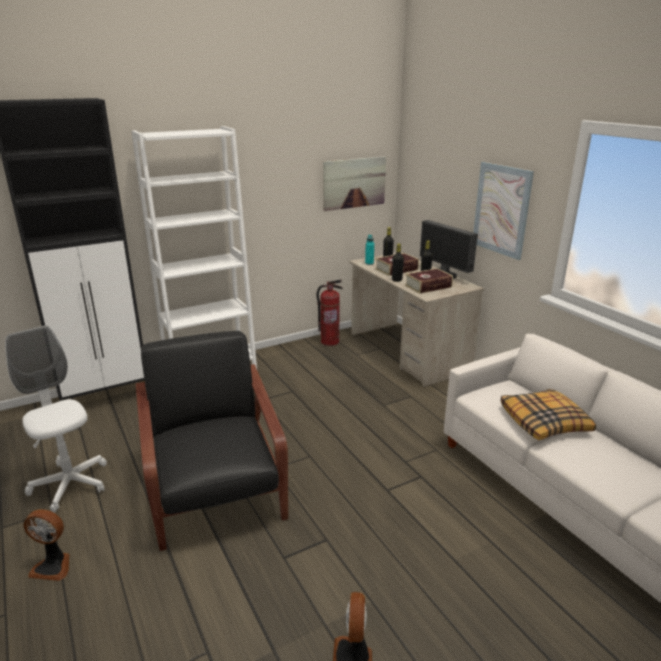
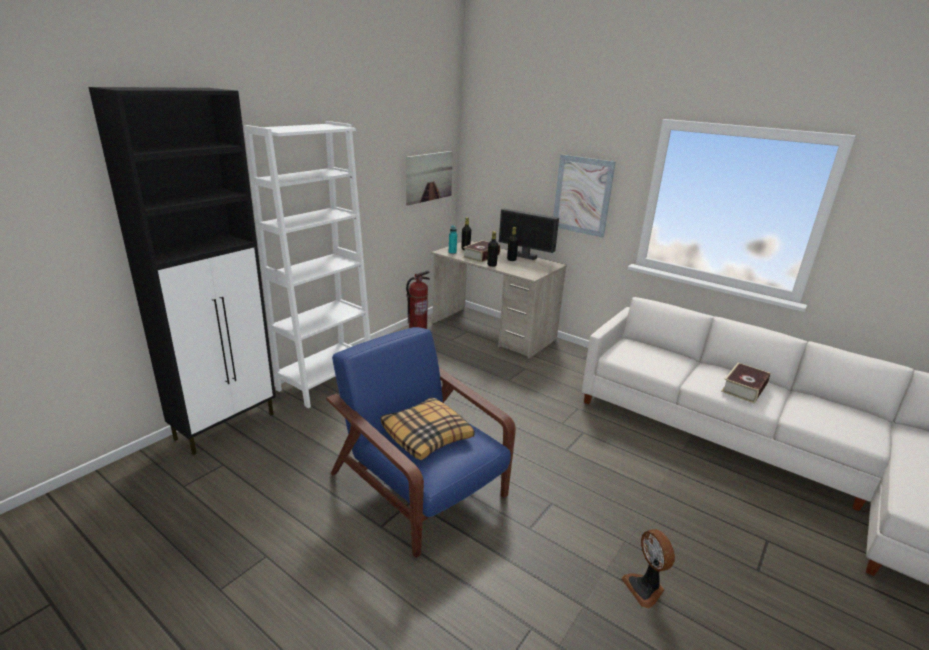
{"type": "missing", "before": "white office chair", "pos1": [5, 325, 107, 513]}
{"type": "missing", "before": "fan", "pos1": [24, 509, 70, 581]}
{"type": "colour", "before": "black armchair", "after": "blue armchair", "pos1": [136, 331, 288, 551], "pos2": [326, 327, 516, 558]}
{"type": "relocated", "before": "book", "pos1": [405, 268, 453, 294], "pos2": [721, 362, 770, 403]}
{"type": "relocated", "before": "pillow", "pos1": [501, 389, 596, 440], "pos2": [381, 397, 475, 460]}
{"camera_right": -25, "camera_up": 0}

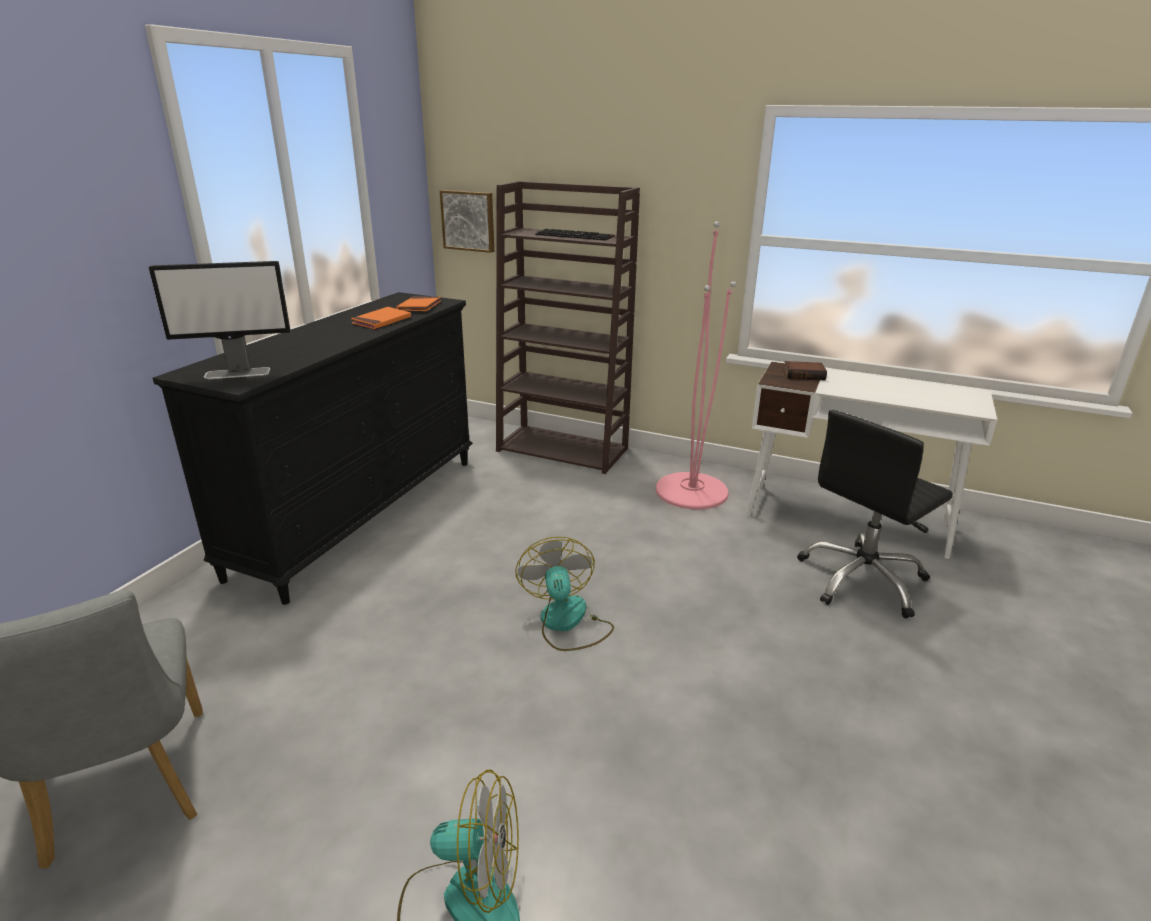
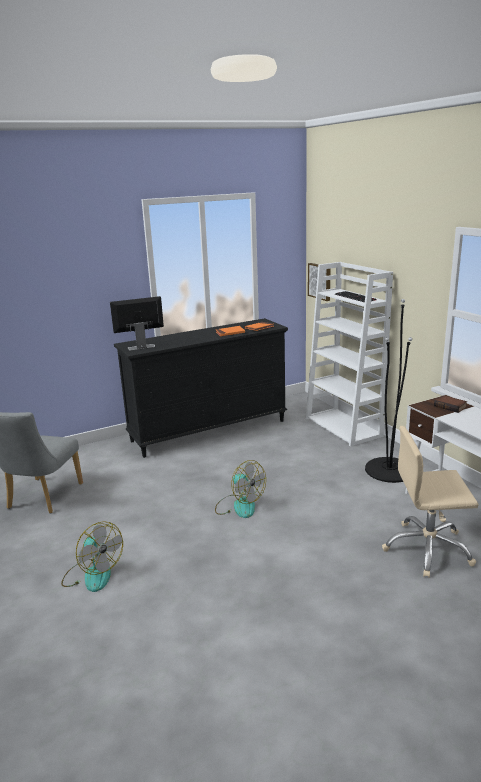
{"type": "spun", "before": "monitor", "pos1": [149, 261, 290, 379], "pos2": [110, 296, 164, 350], "turn": 135}
{"type": "colour", "before": "brown bookcase", "after": "white bookcase", "pos1": [496, 181, 640, 474], "pos2": [306, 262, 393, 447]}
{"type": "spun", "before": "fan", "pos1": [515, 536, 614, 651], "pos2": [215, 460, 266, 518], "turn": 105}
{"type": "colour", "before": "pink floor lamp", "after": "black floor lamp", "pos1": [656, 221, 736, 509], "pos2": [365, 299, 412, 483]}
{"type": "colour", "before": "black office chair", "after": "beige office chair", "pos1": [797, 410, 953, 619], "pos2": [382, 426, 478, 578]}
{"camera_right": 40, "camera_up": -5}

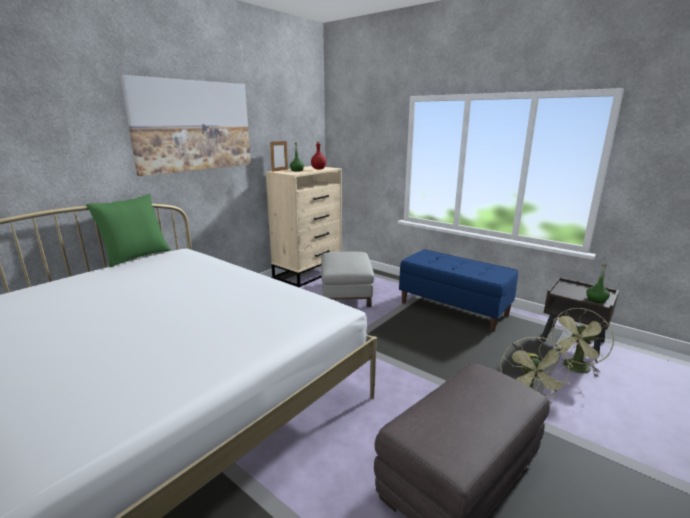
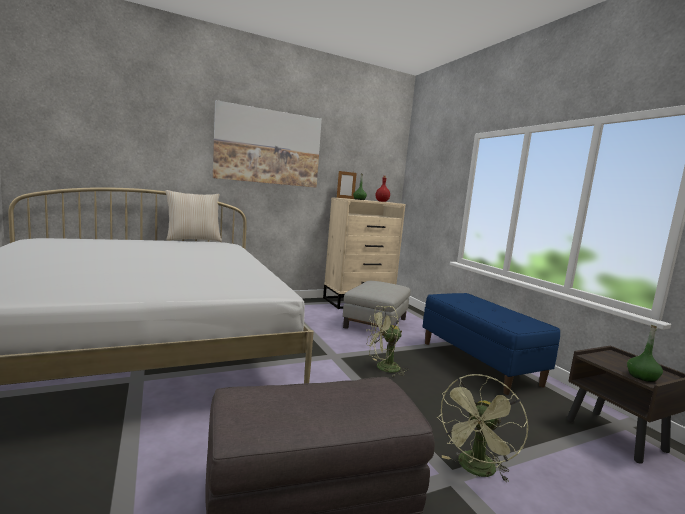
{"type": "colour", "before": "green pillow", "after": "beige pillow", "pos1": [86, 194, 171, 267], "pos2": [166, 190, 222, 242]}
{"type": "relocated", "before": "green fan", "pos1": [549, 308, 614, 377], "pos2": [366, 306, 409, 377]}
{"camera_right": 25, "camera_up": -10}

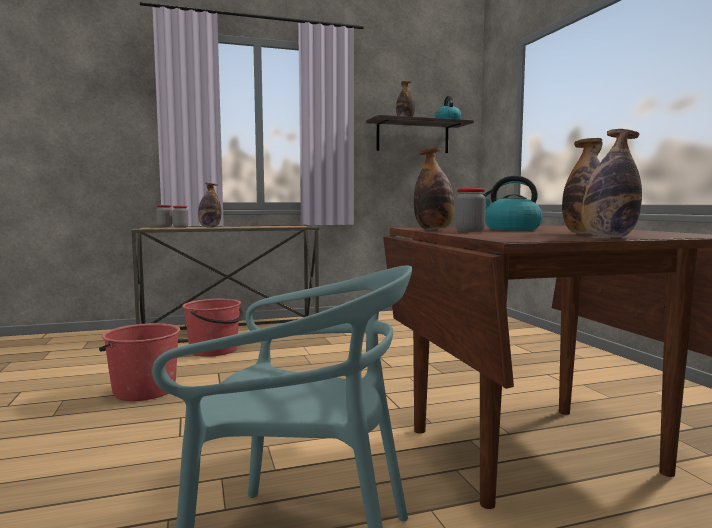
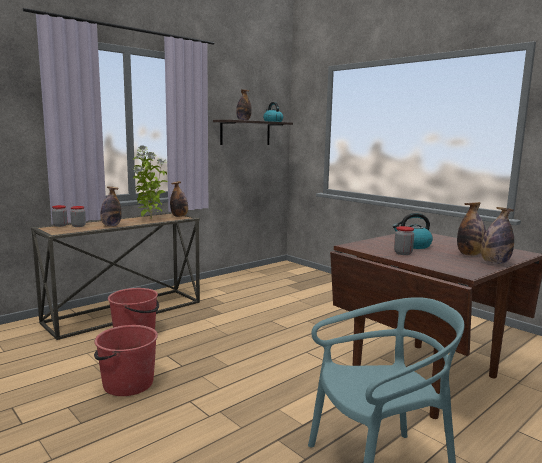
{"type": "relocated", "before": "bottle", "pos1": [414, 148, 455, 230], "pos2": [170, 181, 188, 217]}
{"type": "appeared", "after": "potted plant", "pos2": [133, 146, 167, 219]}
{"camera_right": -25, "camera_up": 5}

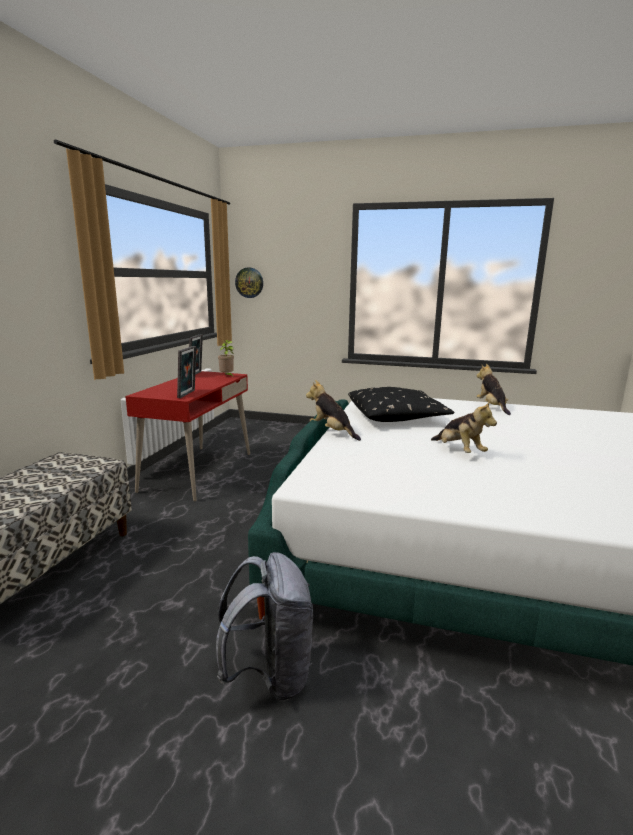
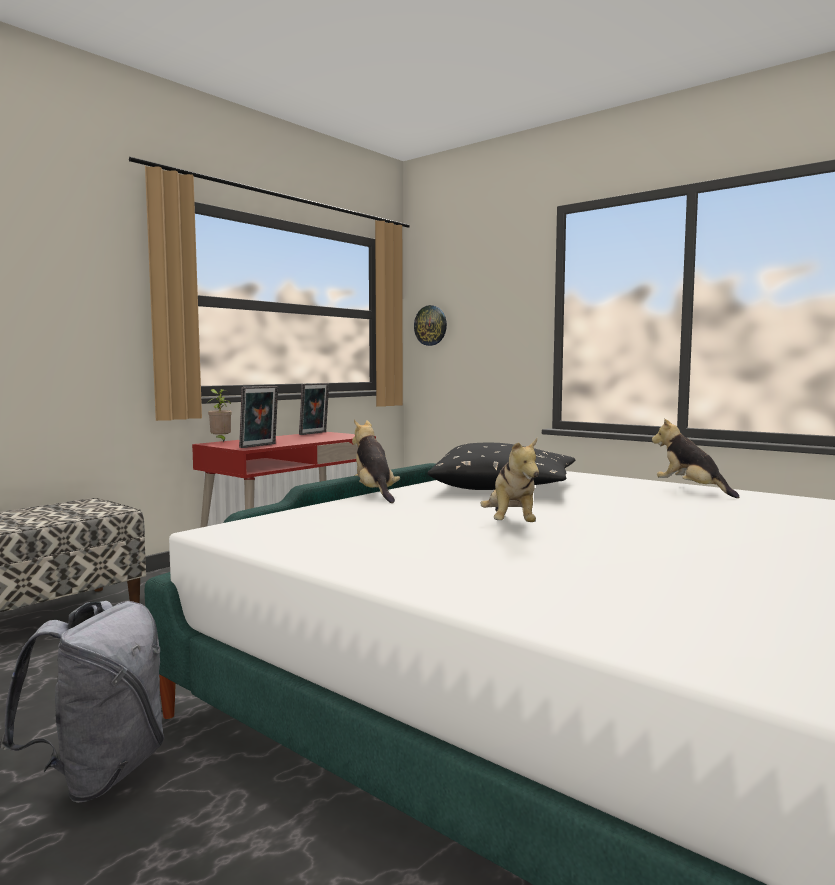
{"type": "relocated", "before": "potted plant", "pos1": [218, 340, 234, 376], "pos2": [208, 389, 232, 442]}
{"type": "spun", "before": "plush toy", "pos1": [477, 364, 511, 415], "pos2": [652, 419, 739, 498], "turn": -45}
{"camera_right": 25, "camera_up": -10}

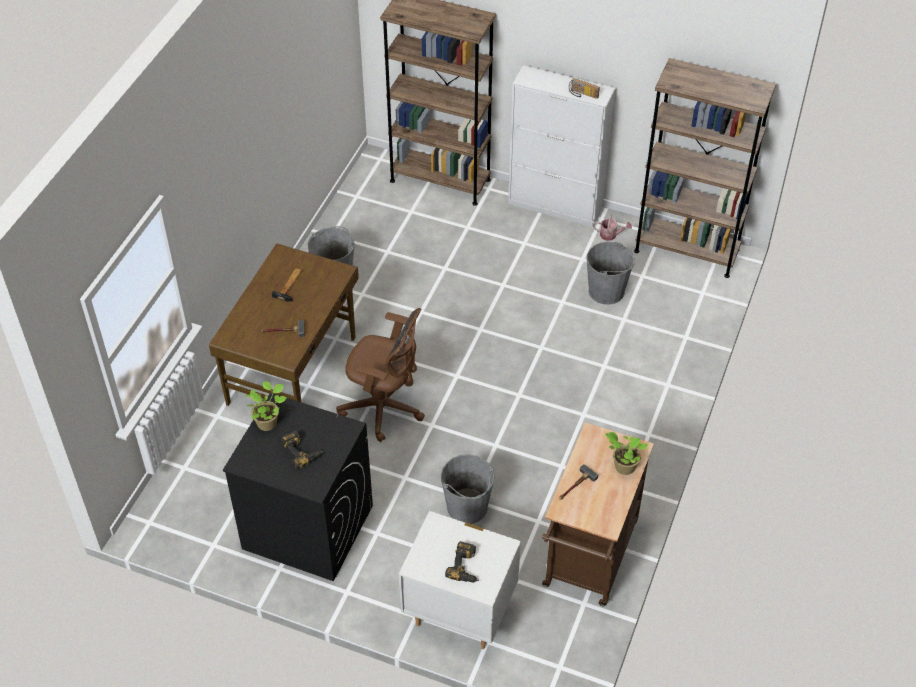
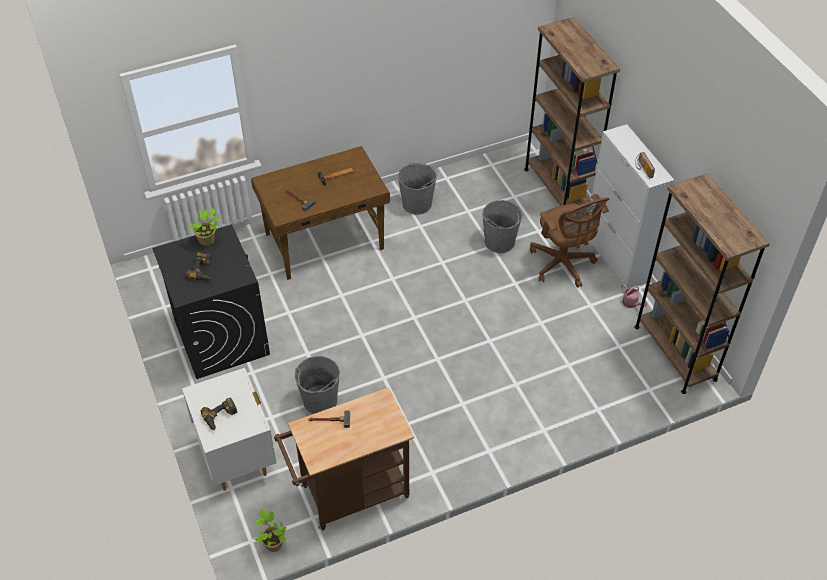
{"type": "relocated", "before": "brown office chair", "pos1": [336, 308, 425, 442], "pos2": [530, 194, 610, 288]}
{"type": "relocated", "before": "grey bucket", "pos1": [587, 242, 635, 305], "pos2": [482, 200, 522, 253]}
{"type": "relocated", "before": "potted plant", "pos1": [605, 432, 648, 475], "pos2": [255, 509, 286, 552]}
{"camera_right": 45, "camera_up": 0}

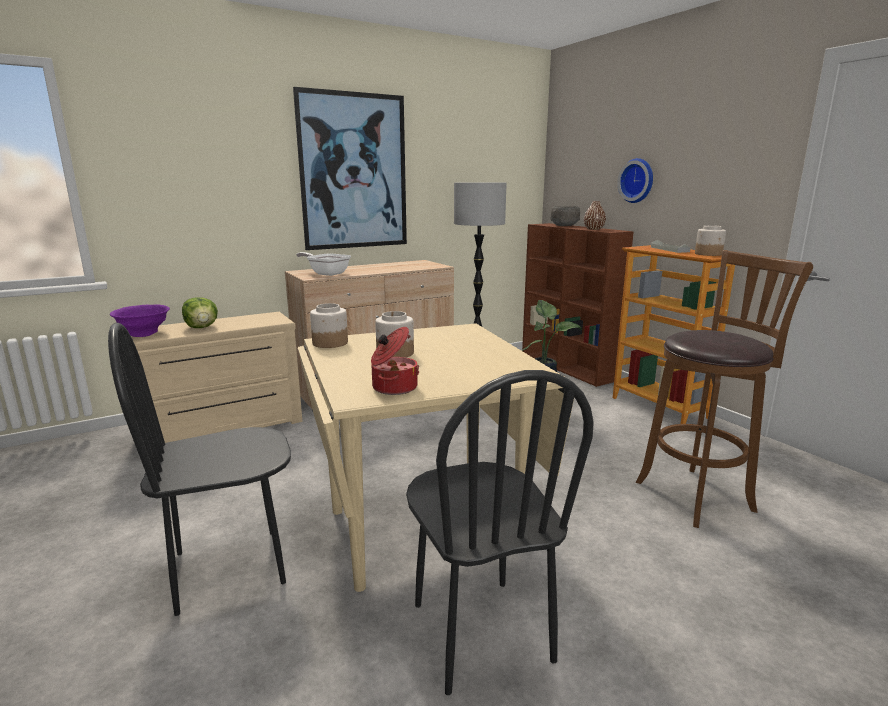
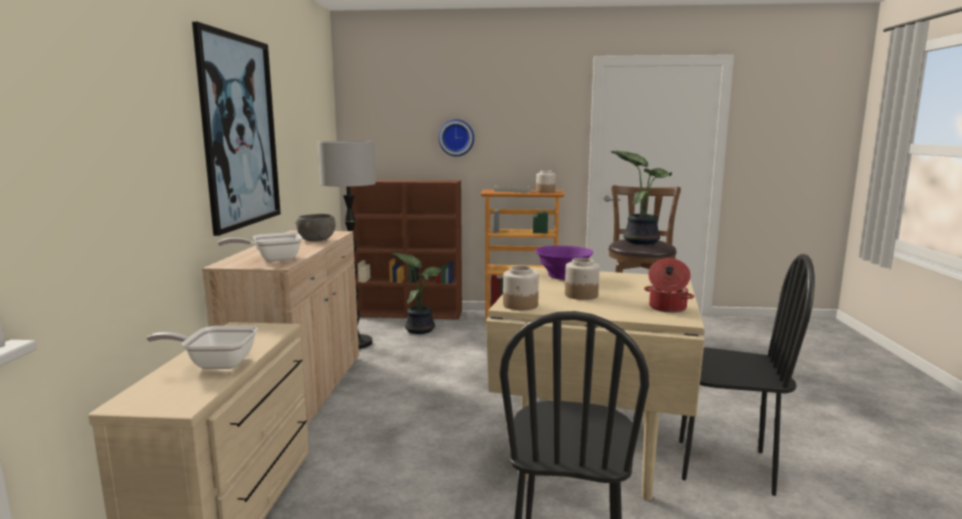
{"type": "relocated", "before": "purple bowl", "pos1": [110, 304, 170, 337], "pos2": [535, 245, 593, 280]}
{"type": "exchanged", "before": "lettuce", "after": "frying pan", "pos1": [182, 297, 218, 328], "pos2": [146, 326, 258, 369]}
{"type": "relocated", "before": "grey bowl", "pos1": [550, 206, 580, 226], "pos2": [296, 214, 336, 241]}
{"type": "missing", "before": "brown vase", "pos1": [584, 201, 606, 230]}
{"type": "appeared", "after": "potted plant", "pos2": [611, 151, 672, 244]}
{"camera_right": -55, "camera_up": -5}

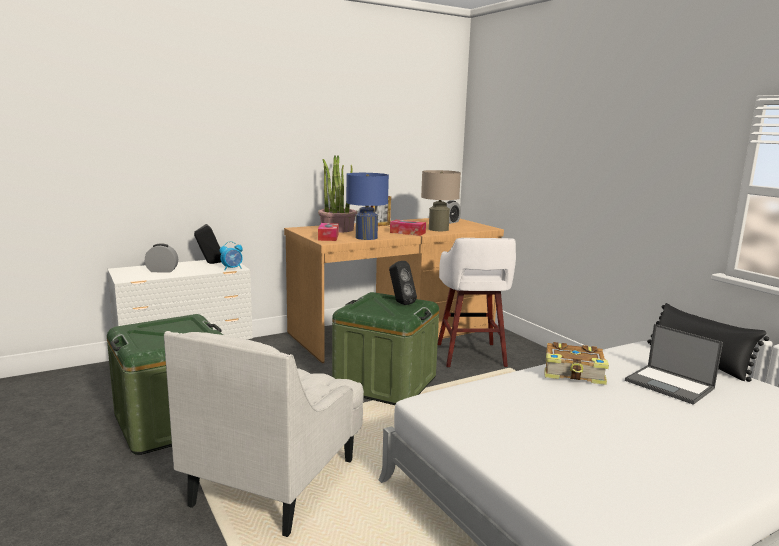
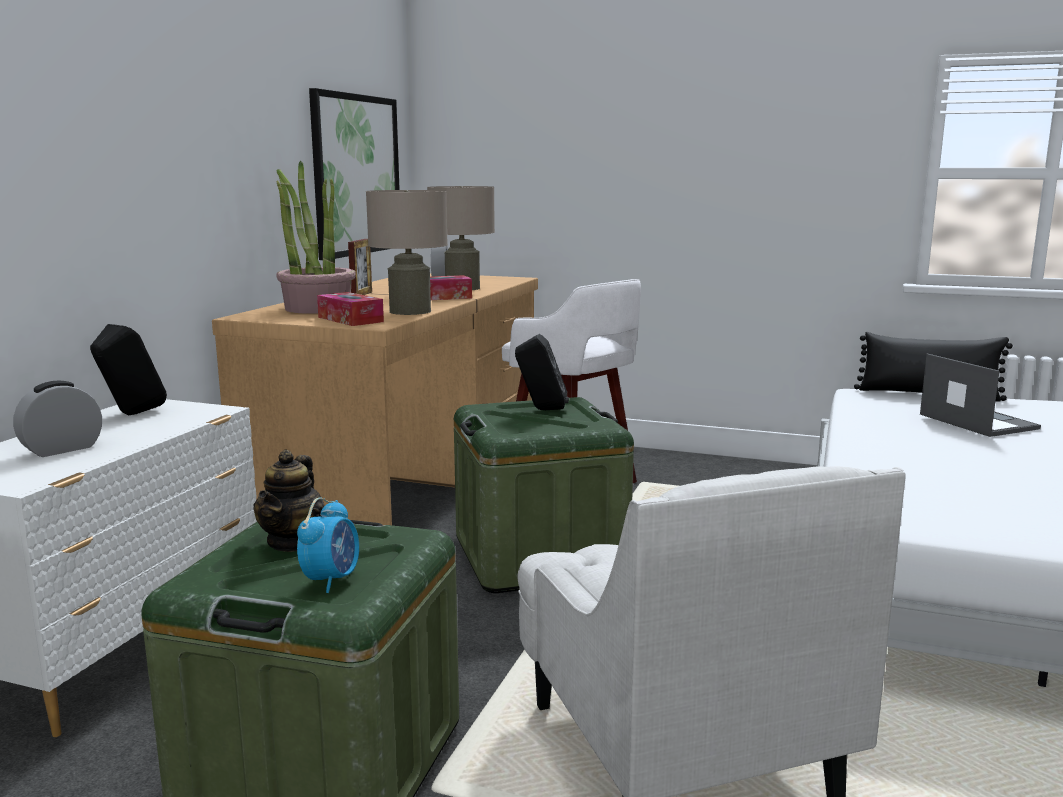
{"type": "relocated", "before": "alarm clock", "pos1": [220, 241, 243, 270], "pos2": [297, 498, 359, 593]}
{"type": "colour", "before": "blue table lamp", "after": "beige table lamp", "pos1": [346, 173, 389, 240], "pos2": [366, 190, 448, 315]}
{"type": "missing", "before": "book", "pos1": [545, 342, 609, 385]}
{"type": "spun", "before": "laptop", "pos1": [625, 324, 723, 405], "pos2": [920, 354, 1041, 437], "turn": -120}
{"type": "appeared", "after": "teapot", "pos2": [253, 449, 325, 552]}
{"type": "appeared", "after": "picture", "pos2": [309, 88, 400, 260]}
{"camera_right": -40, "camera_up": 0}

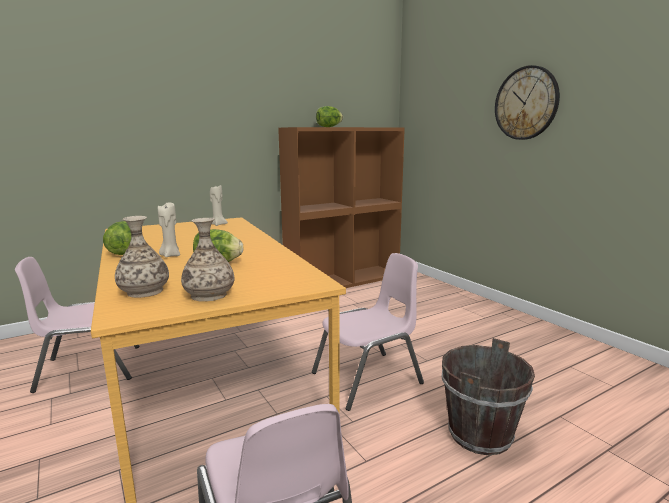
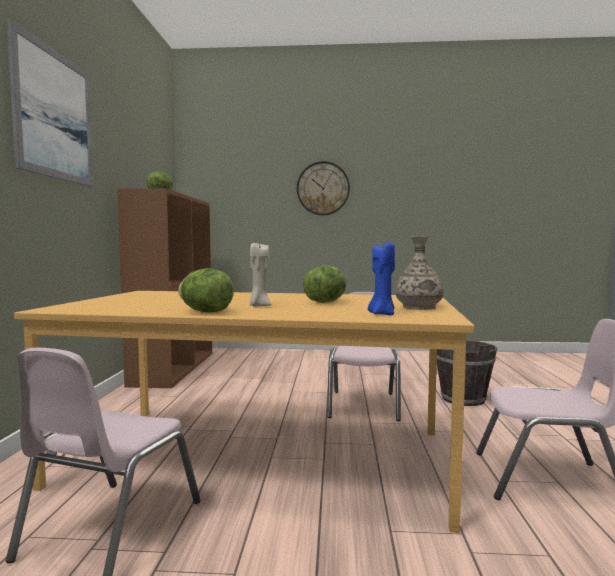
{"type": "exchanged", "before": "vase", "after": "blue candle", "pos1": [115, 216, 169, 298], "pos2": [368, 243, 395, 315]}
{"type": "missing", "before": "beige candle", "pos1": [210, 185, 228, 226]}
{"type": "appeared", "after": "picture", "pos2": [7, 19, 94, 187]}
{"camera_right": -55, "camera_up": -10}

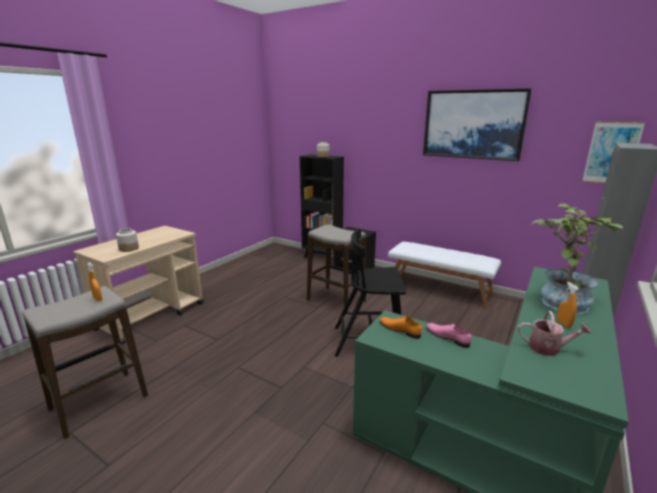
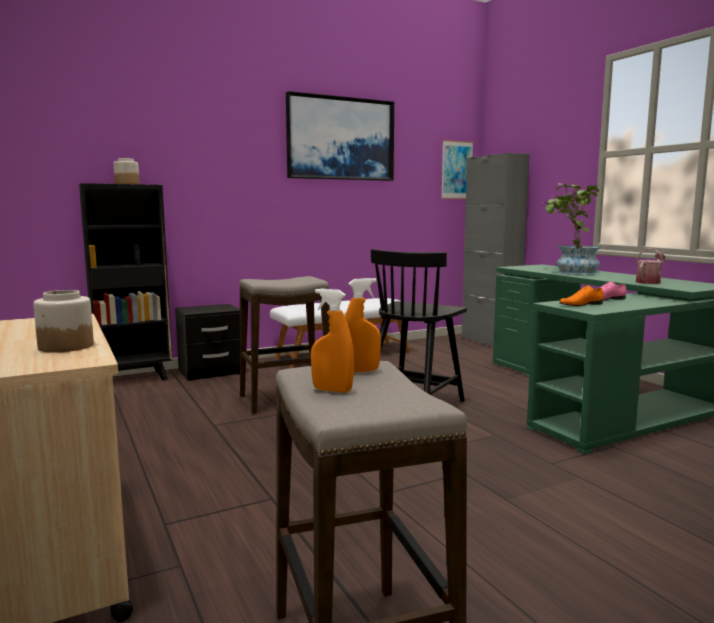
{"type": "relocated", "before": "orange spray bottle", "pos1": [557, 282, 579, 328], "pos2": [311, 288, 354, 393]}
{"camera_right": -60, "camera_up": -10}

